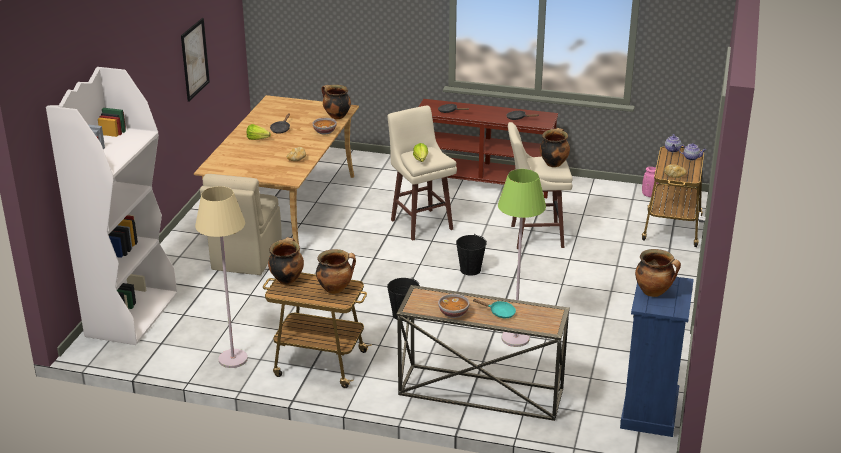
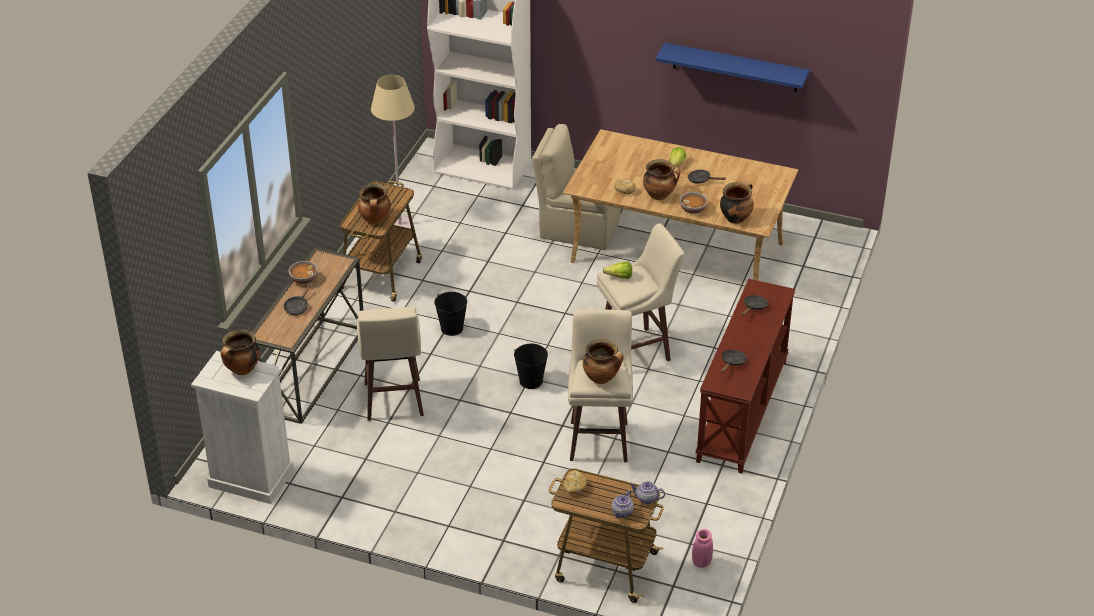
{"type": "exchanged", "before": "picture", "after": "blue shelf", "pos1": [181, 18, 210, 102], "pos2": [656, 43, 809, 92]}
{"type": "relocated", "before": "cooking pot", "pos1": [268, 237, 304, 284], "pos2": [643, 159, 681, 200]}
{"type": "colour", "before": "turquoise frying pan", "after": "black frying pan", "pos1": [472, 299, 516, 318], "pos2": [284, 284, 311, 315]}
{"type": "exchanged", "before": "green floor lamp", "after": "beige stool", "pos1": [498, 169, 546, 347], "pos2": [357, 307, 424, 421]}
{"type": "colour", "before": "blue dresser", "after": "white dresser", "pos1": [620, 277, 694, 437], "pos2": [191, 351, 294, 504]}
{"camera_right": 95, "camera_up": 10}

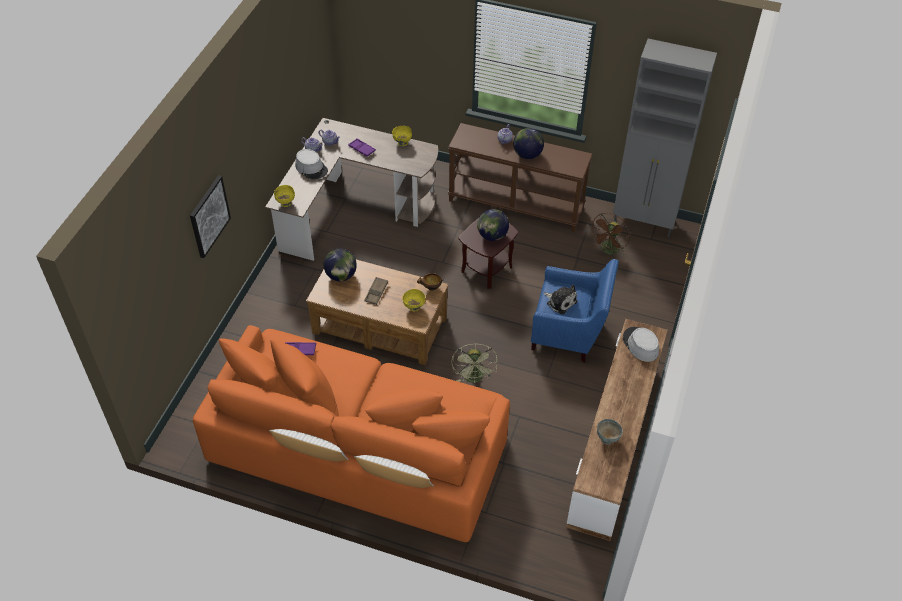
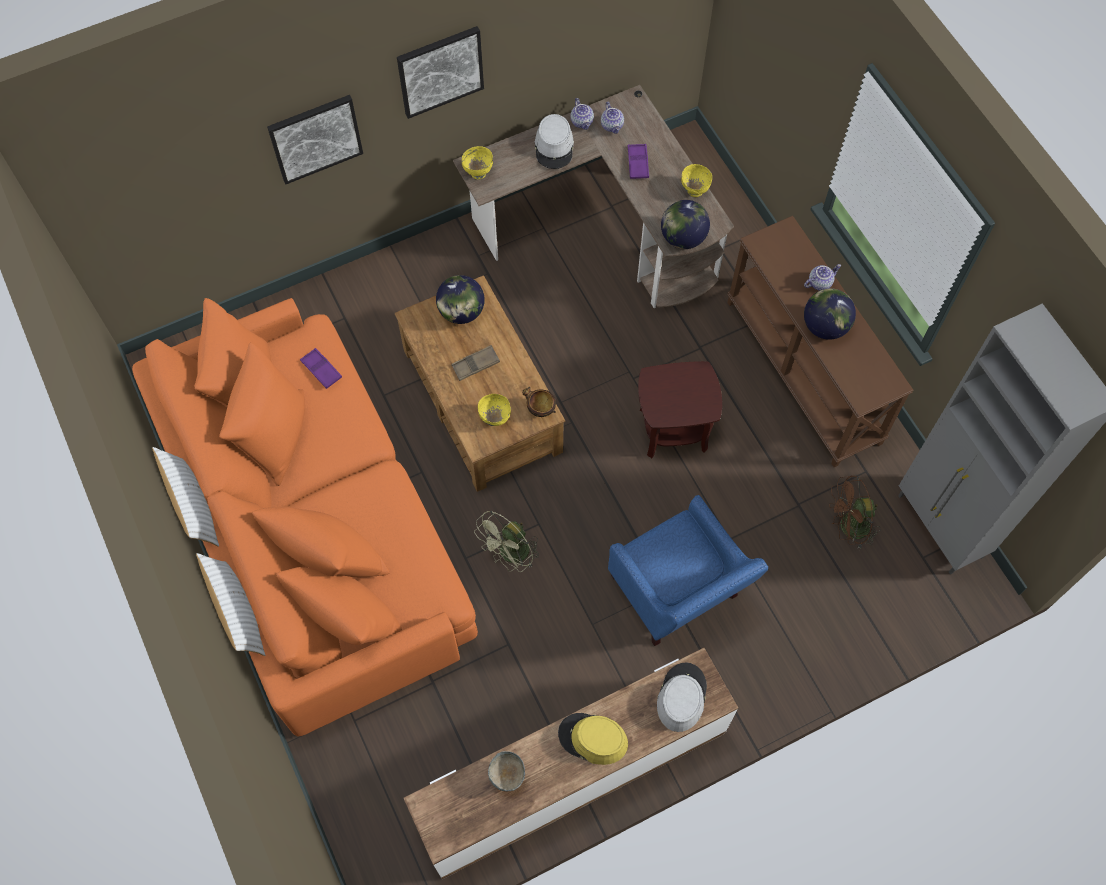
{"type": "relocated", "before": "globe", "pos1": [477, 209, 509, 241], "pos2": [661, 200, 710, 249]}
{"type": "missing", "before": "plush toy", "pos1": [543, 285, 577, 314]}
{"type": "appeared", "after": "picture", "pos2": [397, 26, 484, 119]}
{"type": "appeared", "after": "yellow hat", "pos2": [558, 713, 628, 765]}
{"camera_right": 45, "camera_up": 15}

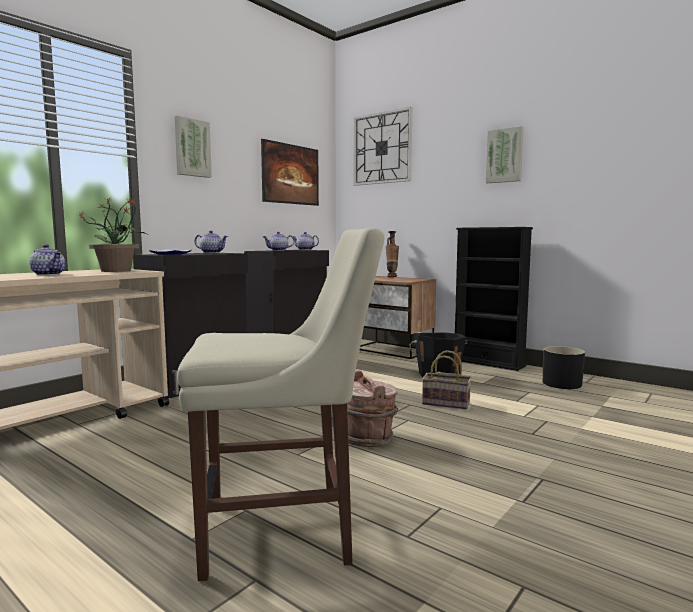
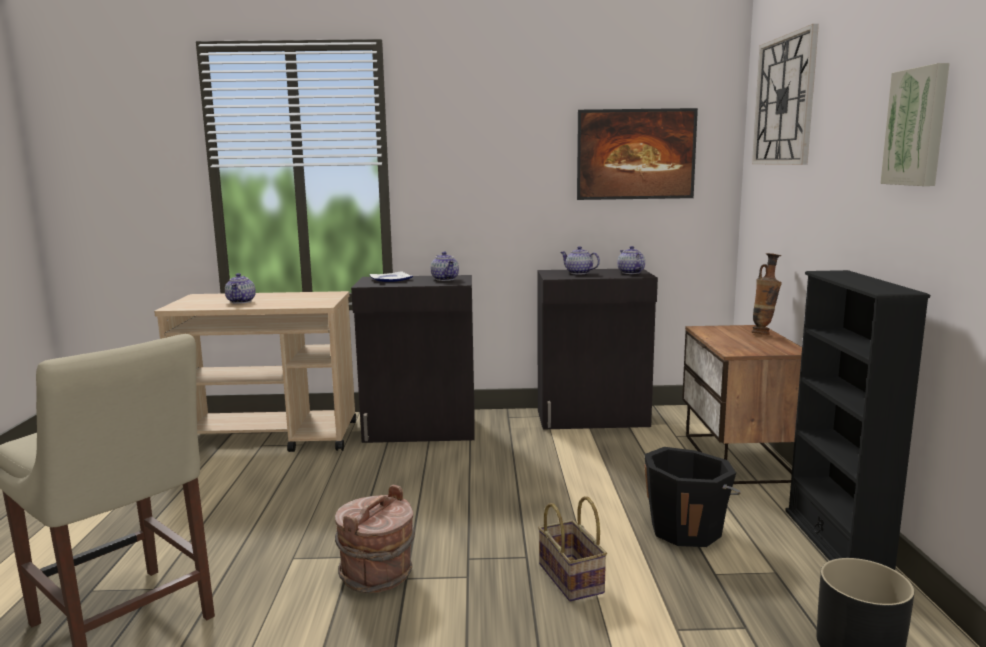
{"type": "missing", "before": "potted plant", "pos1": [78, 197, 148, 272]}
{"type": "missing", "before": "picture", "pos1": [174, 116, 212, 178]}
{"camera_right": 50, "camera_up": 5}

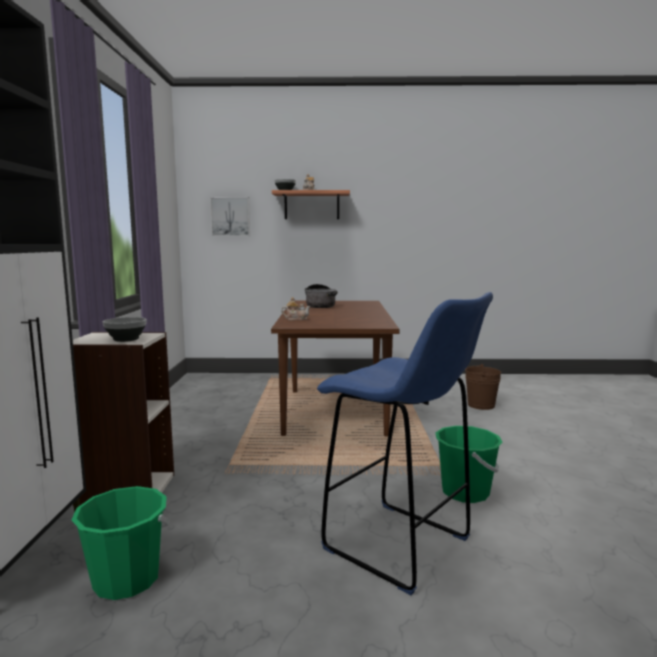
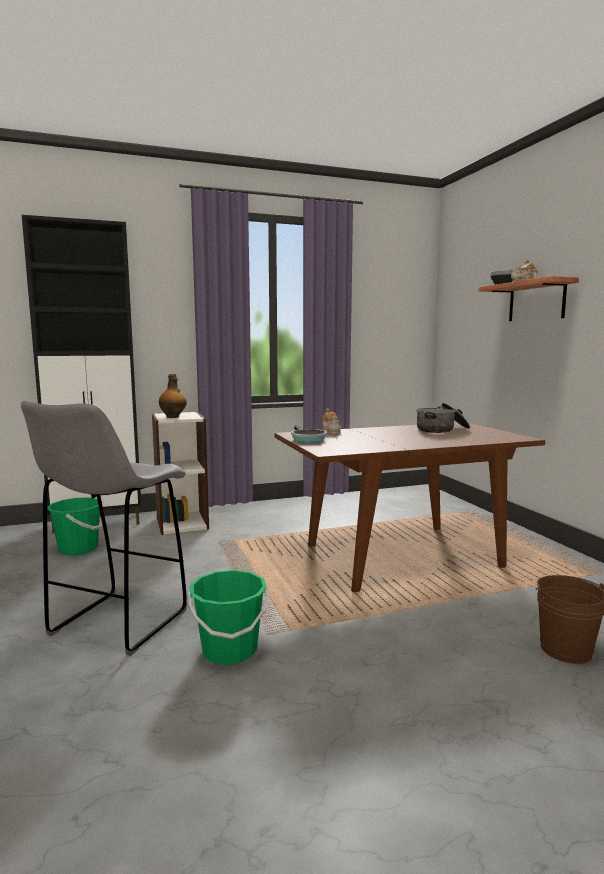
{"type": "exchanged", "before": "bowl", "after": "bottle", "pos1": [103, 317, 147, 342], "pos2": [159, 374, 187, 418]}
{"type": "missing", "before": "picture", "pos1": [210, 197, 250, 236]}
{"type": "colour", "before": "blue stool", "after": "grey stool", "pos1": [317, 292, 493, 595], "pos2": [21, 401, 187, 656]}
{"type": "appeared", "after": "frying pan", "pos2": [291, 425, 327, 443]}
{"camera_right": 70, "camera_up": 0}

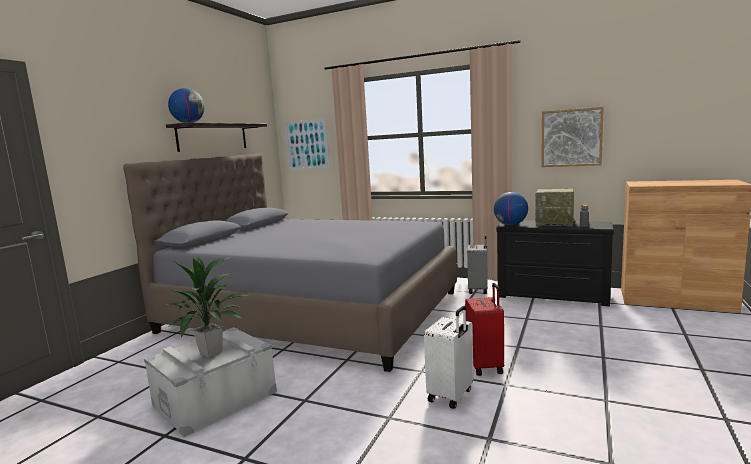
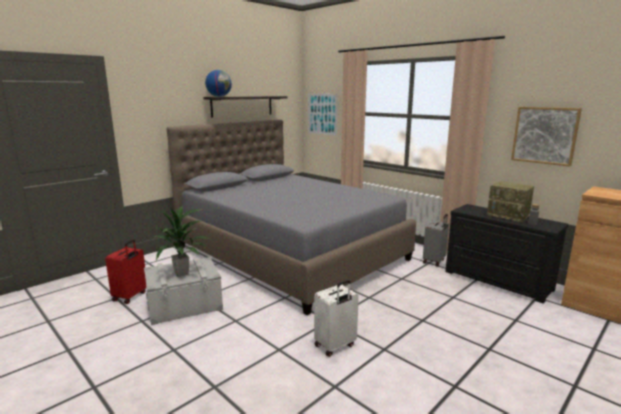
{"type": "relocated", "before": "red suitcase", "pos1": [465, 283, 504, 376], "pos2": [105, 239, 147, 304]}
{"type": "missing", "before": "globe", "pos1": [494, 192, 528, 225]}
{"camera_right": 20, "camera_up": 5}

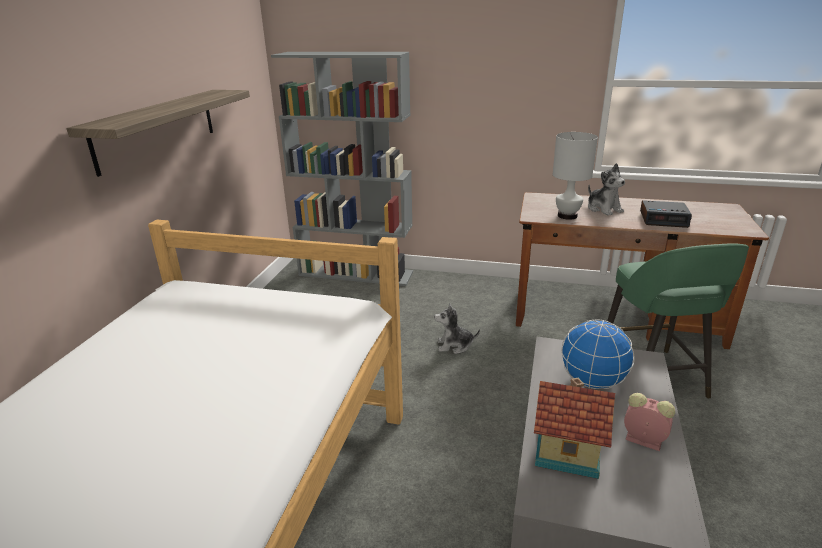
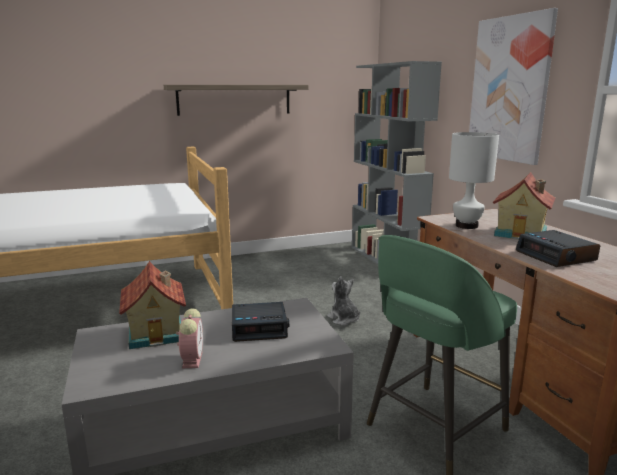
{"type": "exchanged", "before": "globe", "after": "alarm clock", "pos1": [561, 319, 634, 389], "pos2": [232, 302, 289, 342]}
{"type": "exchanged", "before": "plush toy", "after": "toy house", "pos1": [588, 163, 625, 216], "pos2": [493, 172, 555, 240]}
{"type": "appeared", "after": "picture", "pos2": [469, 8, 558, 165]}
{"camera_right": 55, "camera_up": -10}

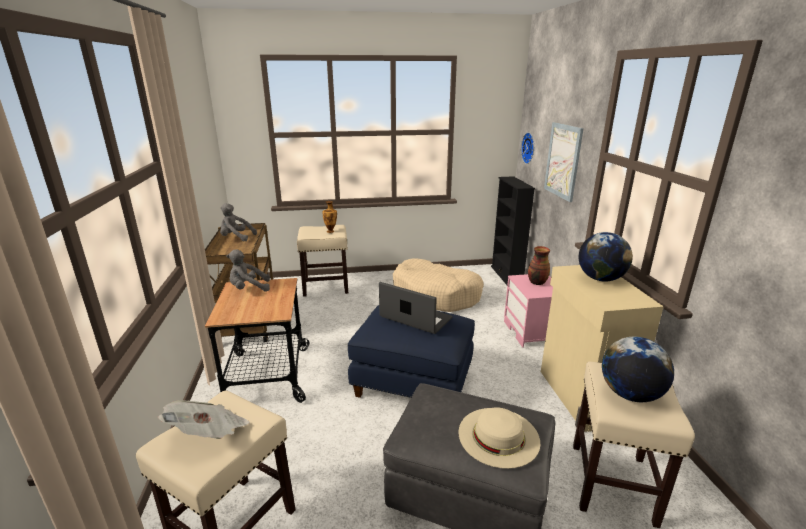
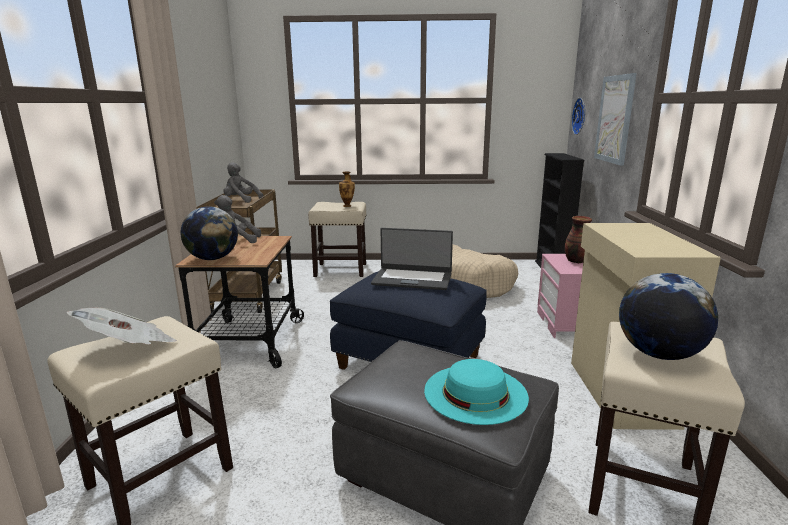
{"type": "spun", "before": "laptop", "pos1": [379, 282, 453, 334], "pos2": [371, 228, 453, 290], "turn": 150}
{"type": "colour", "before": "beige hat", "after": "turquoise hat", "pos1": [458, 407, 540, 469], "pos2": [424, 359, 529, 425]}
{"type": "relocated", "before": "globe", "pos1": [579, 232, 633, 282], "pos2": [180, 206, 238, 260]}
{"camera_right": 10, "camera_up": -5}

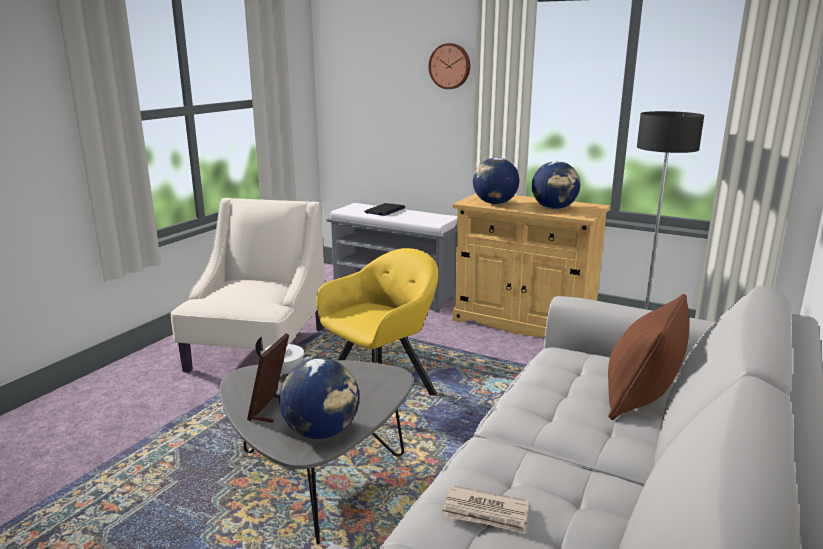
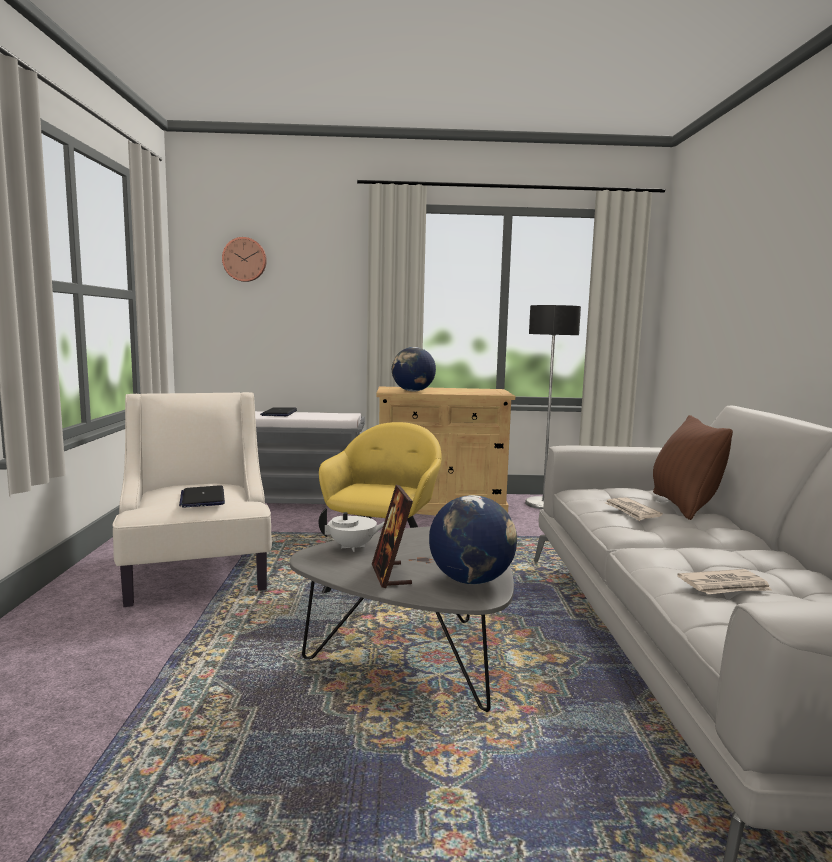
{"type": "relocated", "before": "wall clock", "pos1": [429, 43, 470, 89], "pos2": [222, 237, 267, 282]}
{"type": "missing", "before": "globe", "pos1": [532, 161, 580, 209]}
{"type": "appeared", "after": "laptop", "pos2": [179, 485, 225, 508]}
{"type": "appeared", "after": "newspaper", "pos2": [605, 497, 663, 521]}
{"camera_right": -30, "camera_up": -10}

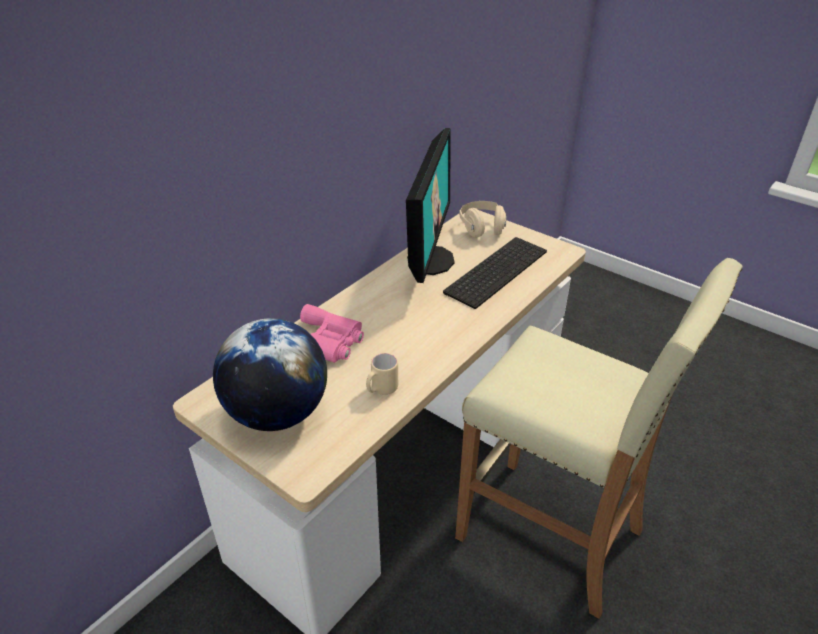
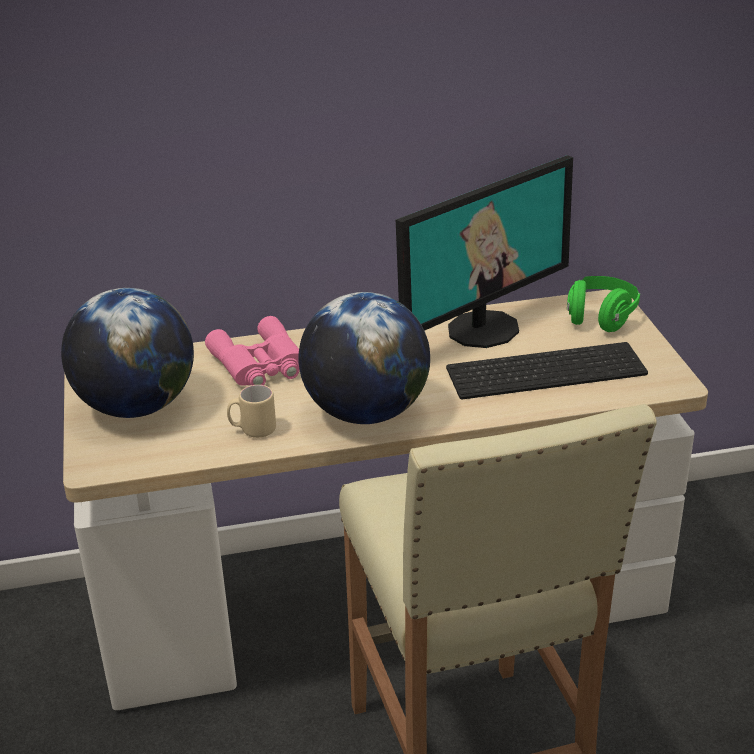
{"type": "colour", "before": "beige headphones", "after": "green headphones", "pos1": [459, 201, 506, 238], "pos2": [567, 276, 640, 332]}
{"type": "appeared", "after": "globe", "pos2": [299, 292, 430, 424]}
{"camera_right": 40, "camera_up": -5}

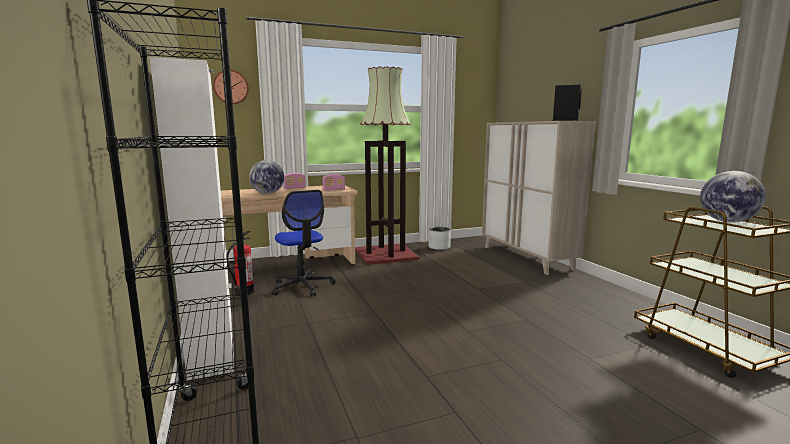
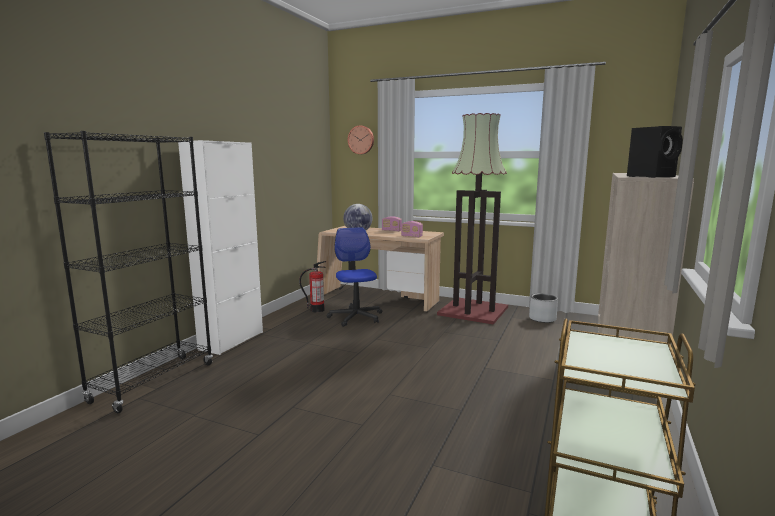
{"type": "spun", "before": "office chair", "pos1": [272, 190, 336, 297], "pos2": [327, 227, 382, 327], "turn": 150}
{"type": "missing", "before": "globe", "pos1": [700, 171, 766, 223]}
{"camera_right": 45, "camera_up": 0}

